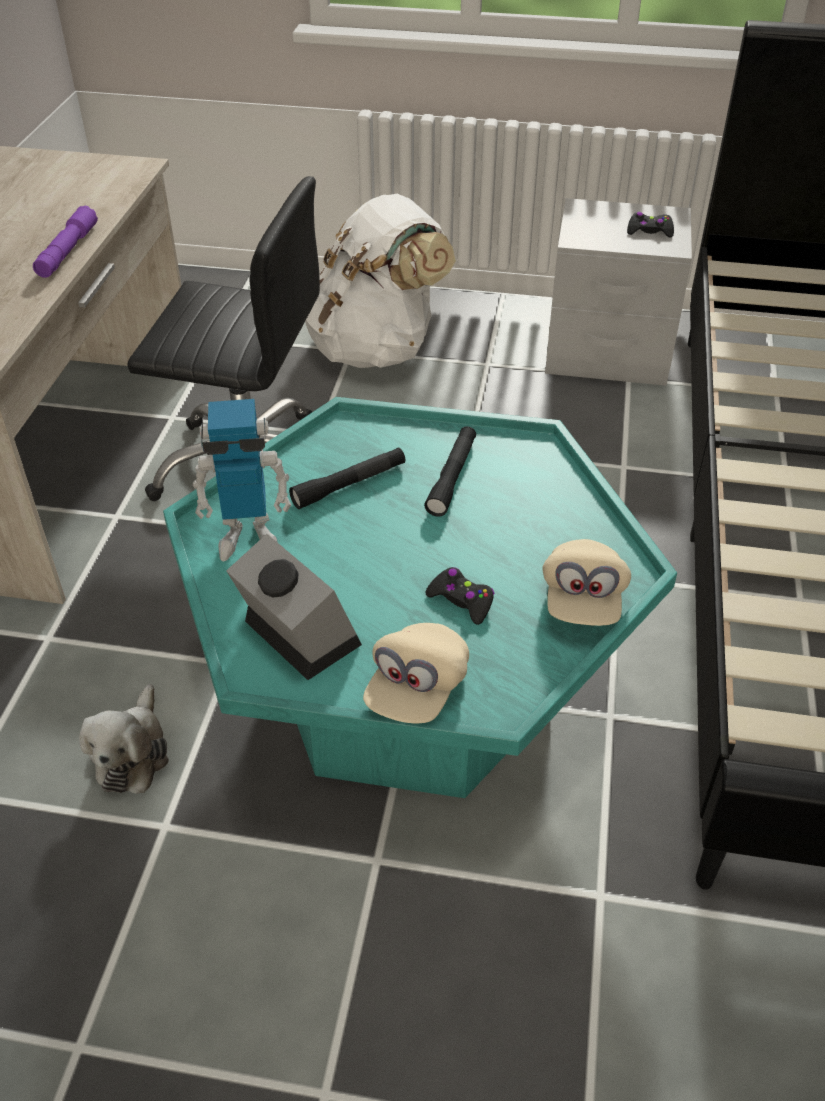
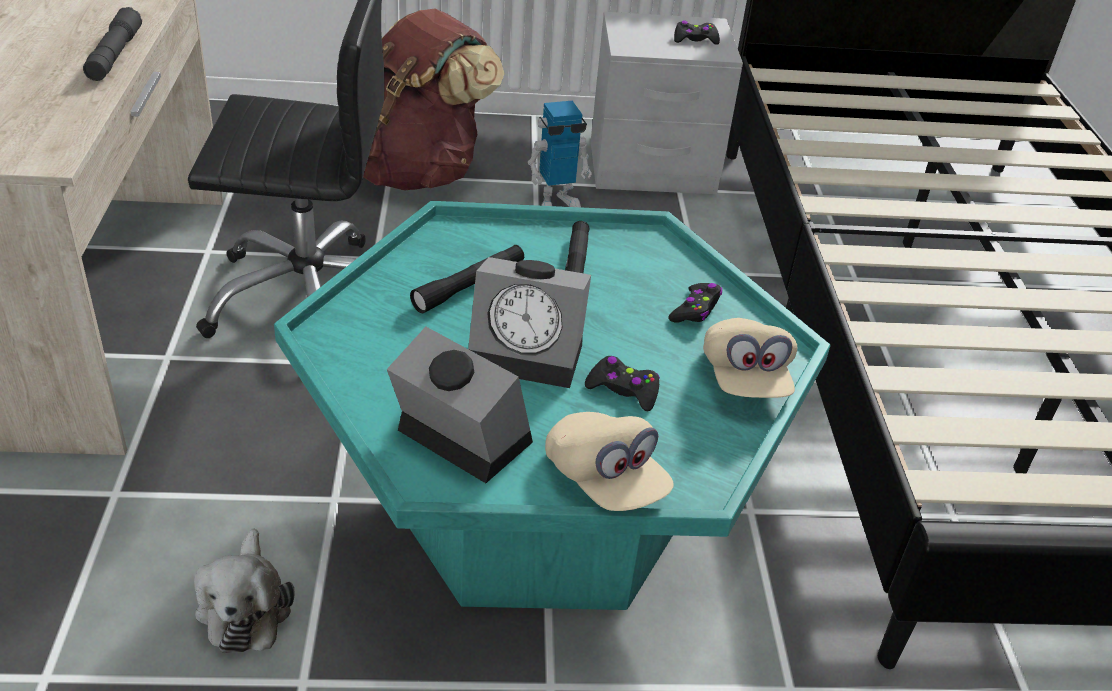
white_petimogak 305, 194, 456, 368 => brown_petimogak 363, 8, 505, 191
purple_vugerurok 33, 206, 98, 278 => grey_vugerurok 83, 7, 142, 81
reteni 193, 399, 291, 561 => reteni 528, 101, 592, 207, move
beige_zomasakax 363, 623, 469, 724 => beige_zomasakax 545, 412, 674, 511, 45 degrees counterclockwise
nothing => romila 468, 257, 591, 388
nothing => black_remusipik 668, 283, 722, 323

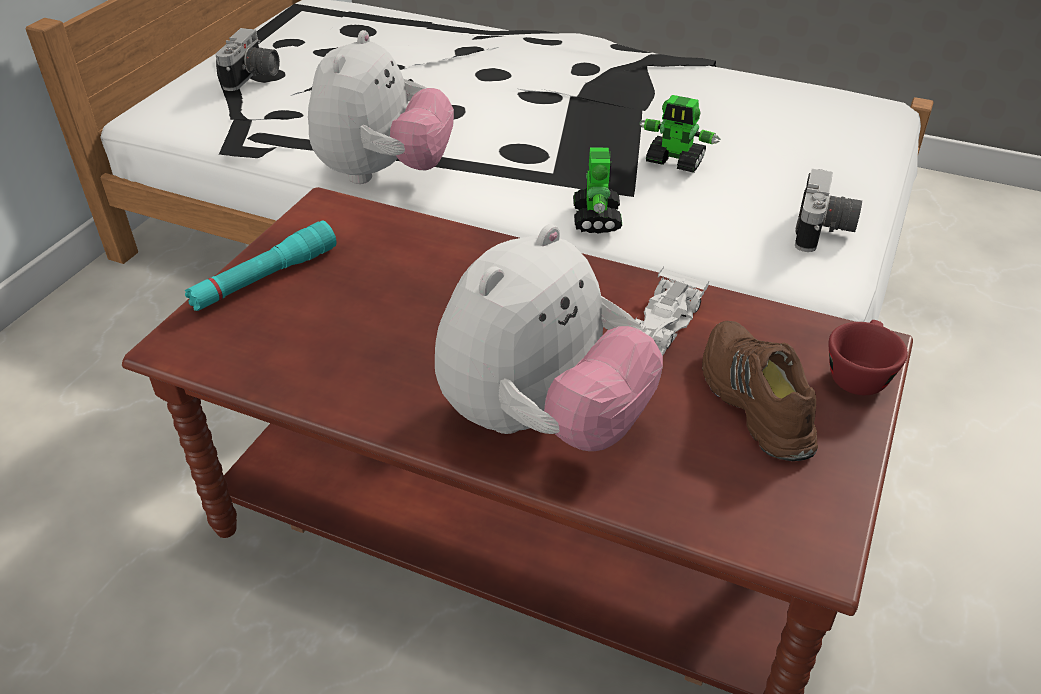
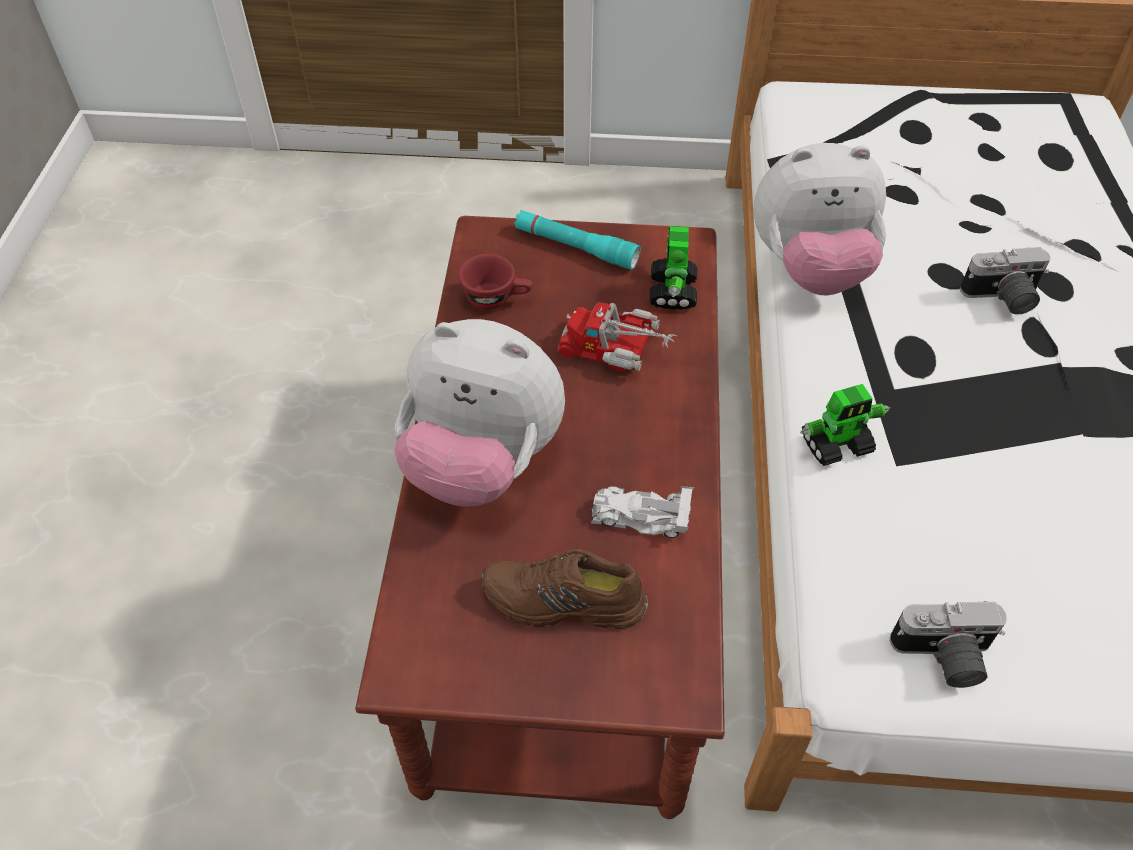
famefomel 215, 28, 280, 91 => famefomel 960, 247, 1050, 314, move
reteni 639, 95, 720, 173 => reteni 649, 226, 697, 310, move
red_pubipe 828, 320, 908, 395 => red_pubipe 458, 254, 533, 310, move
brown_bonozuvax 702, 321, 818, 461 => brown_bonozuvax 481, 549, 648, 629, 135 degrees counterclockwise
nothing => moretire 558, 303, 677, 372

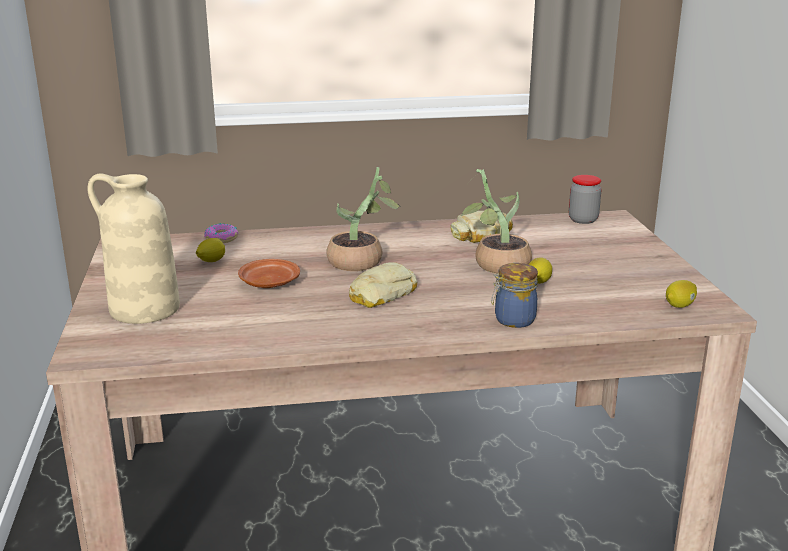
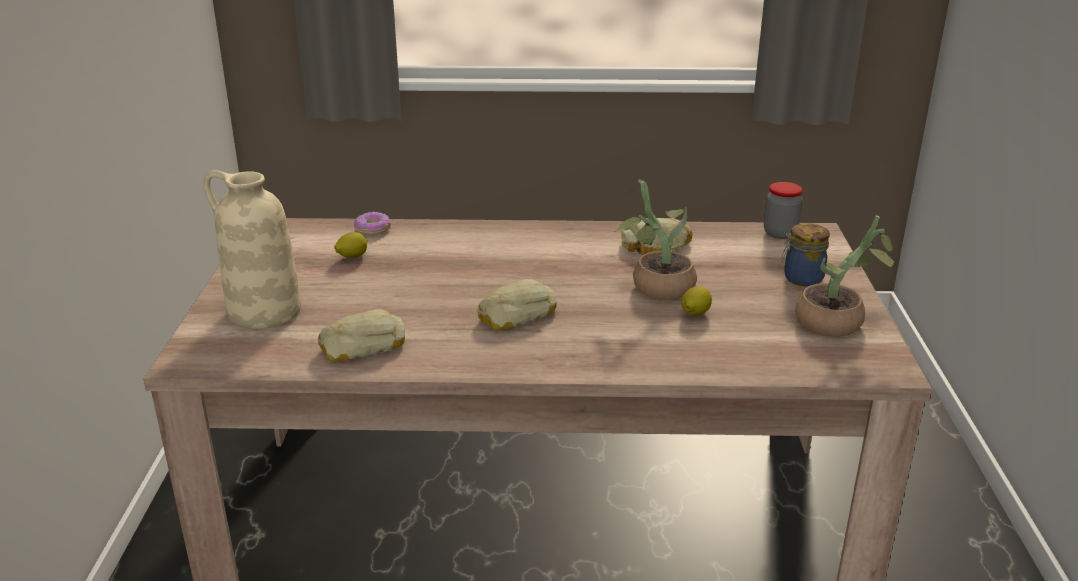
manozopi 326, 167, 400, 271 => manozopi 795, 215, 896, 337, move
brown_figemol 238, 259, 300, 288 => nothing
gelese 491, 263, 538, 328 => gelese 781, 223, 830, 287, move
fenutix 666, 280, 697, 308 => nothing
nothing => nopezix 318, 309, 405, 362

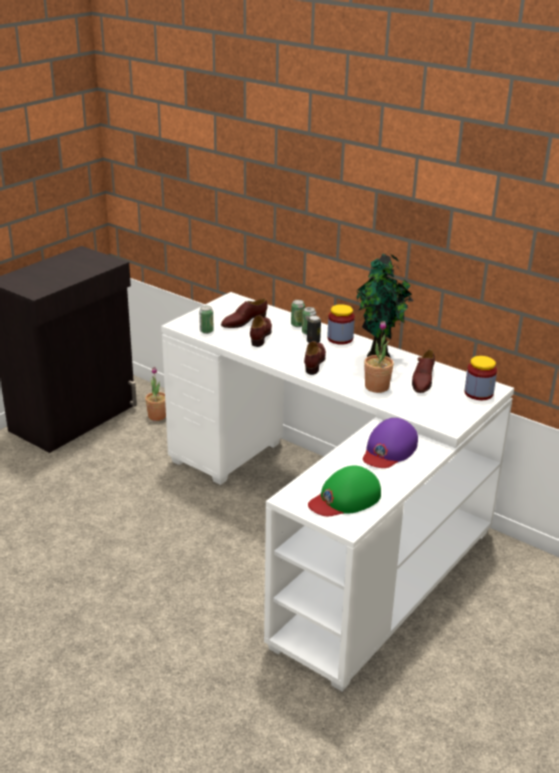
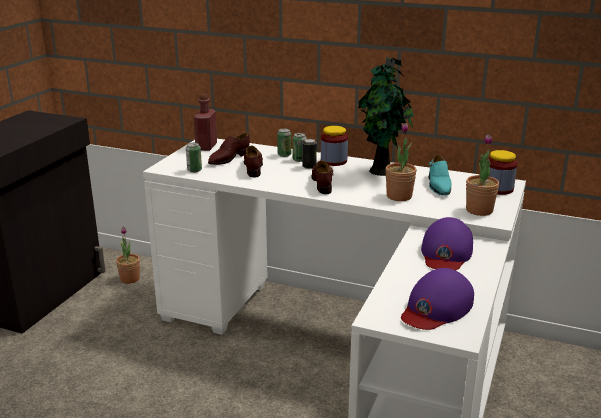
brown_bonozuvax 412, 349, 435, 393 => turquoise_bonozuvax 428, 154, 451, 195
green_zomasakax 308, 466, 381, 516 => purple_zomasakax 401, 268, 474, 330
nothing => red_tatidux 193, 94, 217, 151
nothing => manozopi 466, 134, 499, 216

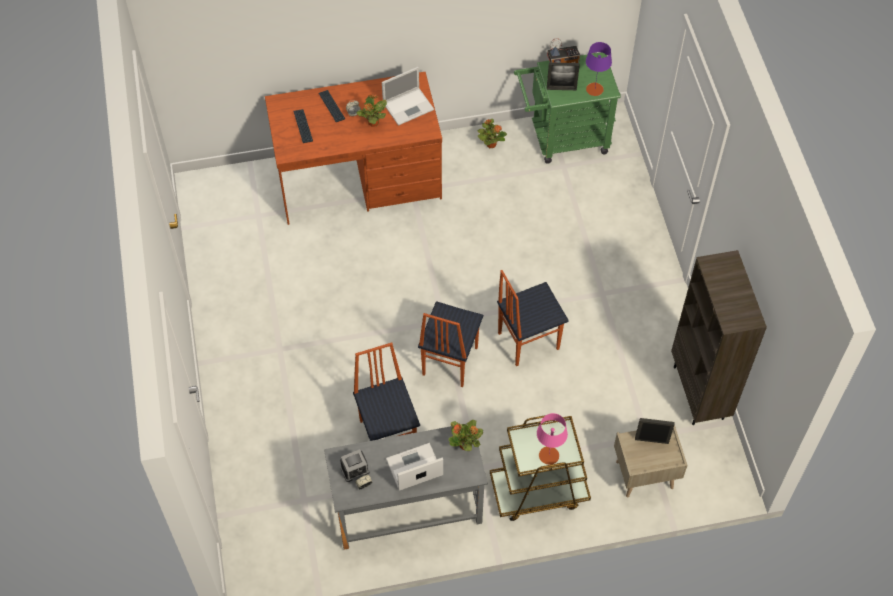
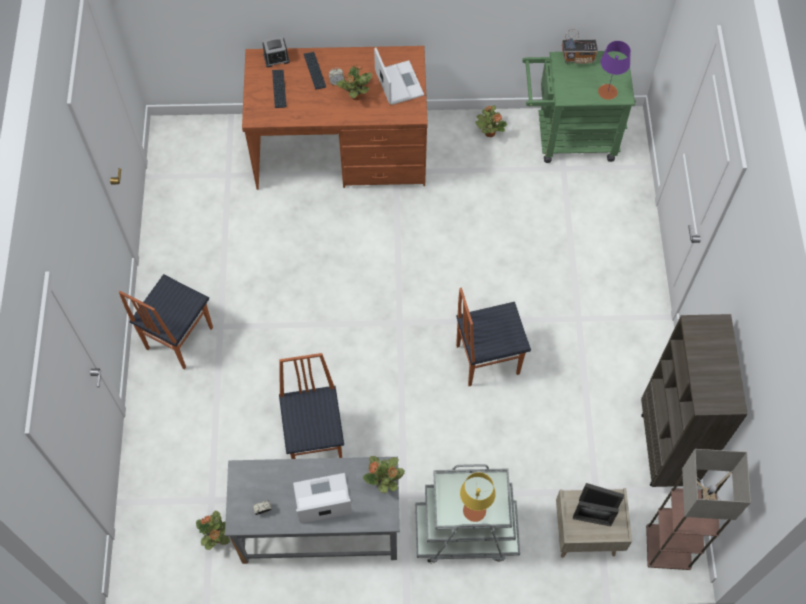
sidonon 547, 62, 580, 90 => sidonon 573, 501, 619, 526, move
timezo 382, 67, 434, 126 => timezo 374, 48, 424, 105, 90 degrees counterclockwise
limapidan 418, 301, 483, 387 => limapidan 119, 274, 213, 369, move
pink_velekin 537, 413, 568, 465 => yellow_velekin 460, 472, 496, 522
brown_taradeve 490, 415, 591, 521 => grey_taradeve 415, 464, 520, 563
romila 340, 449, 370, 482 => romila 263, 37, 290, 67, move
nothing => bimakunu 646, 449, 751, 570
nothing => manozopi 196, 511, 230, 550

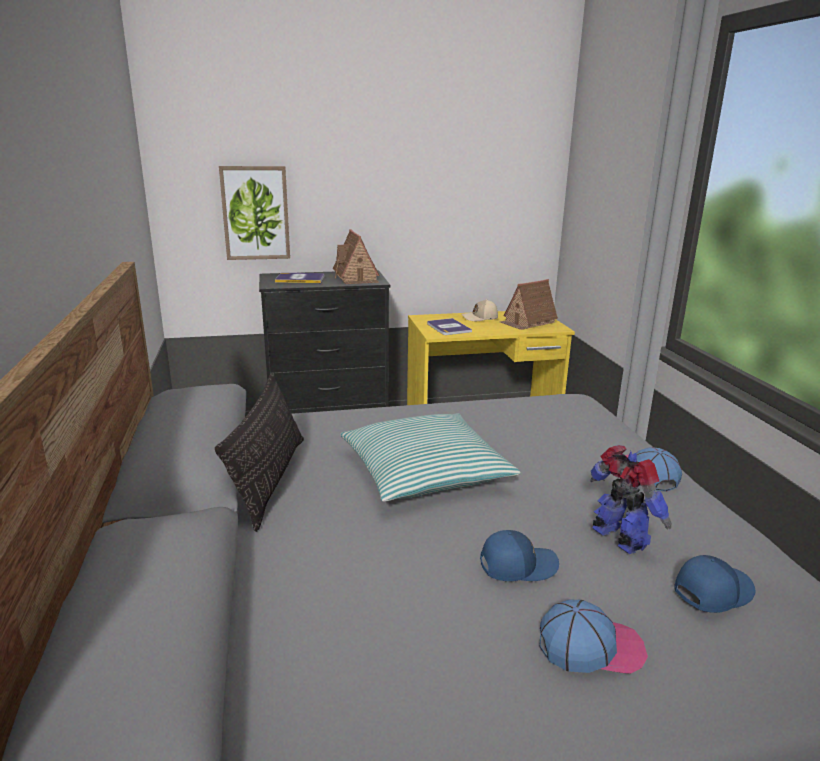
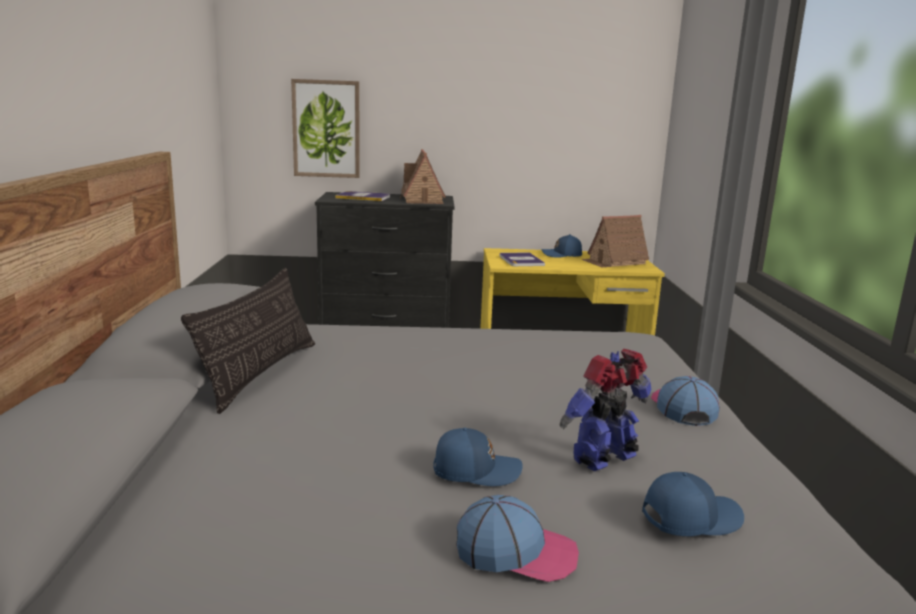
beige_zomasakax 462, 299, 498, 321 => blue_zomasakax 542, 234, 582, 258
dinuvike 340, 413, 521, 502 => nothing
reteni 591, 445, 671, 554 => reteni 560, 349, 651, 471, 105 degrees counterclockwise

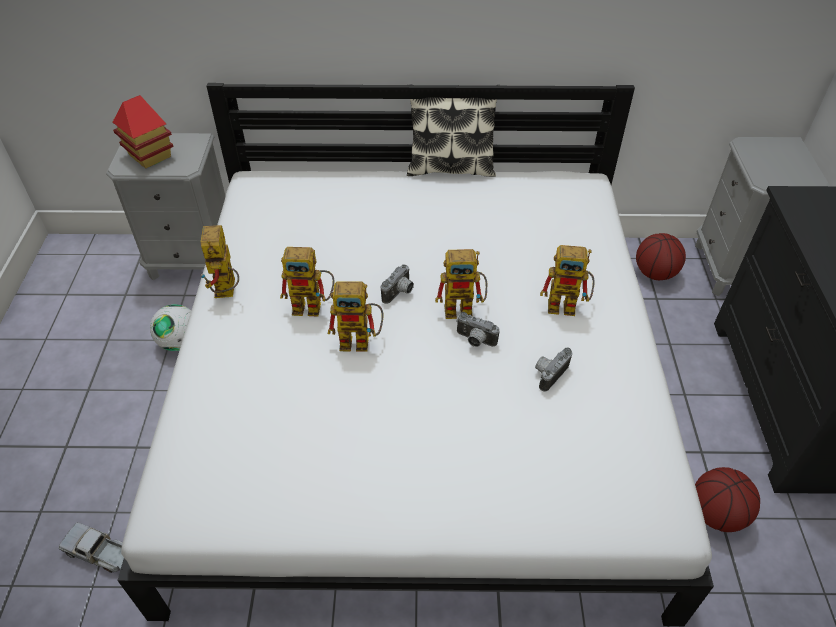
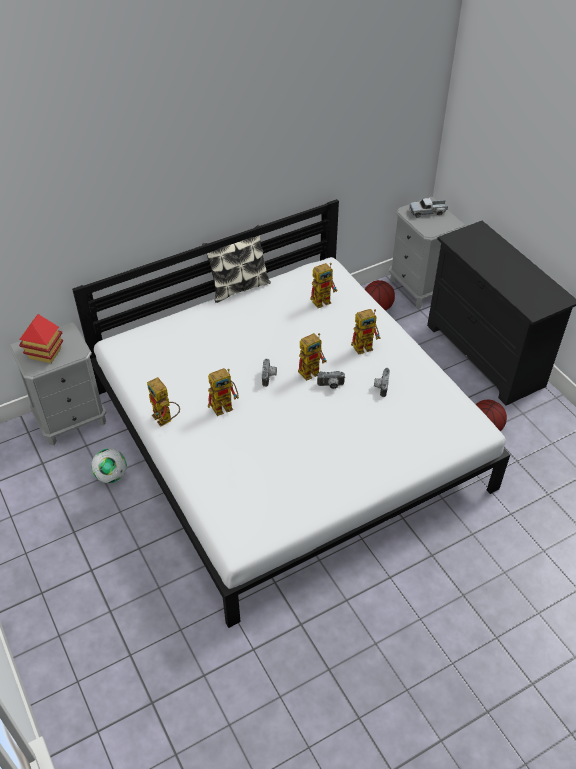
reteni 328, 281, 384, 352 => reteni 310, 263, 338, 308, move
moretire 59, 523, 124, 573 => moretire 409, 198, 448, 218, move

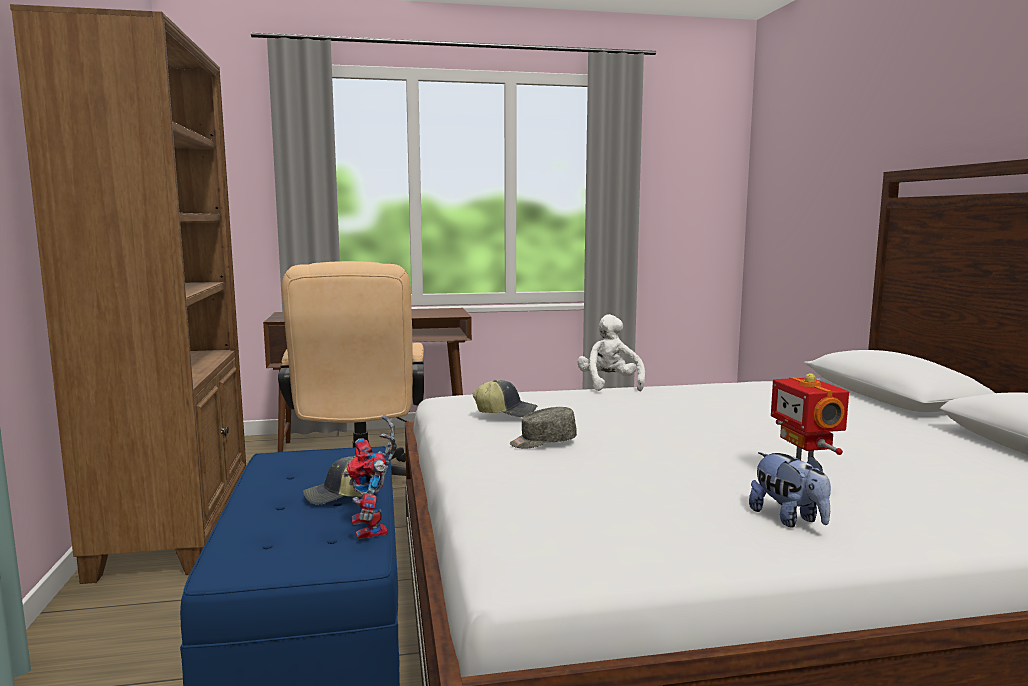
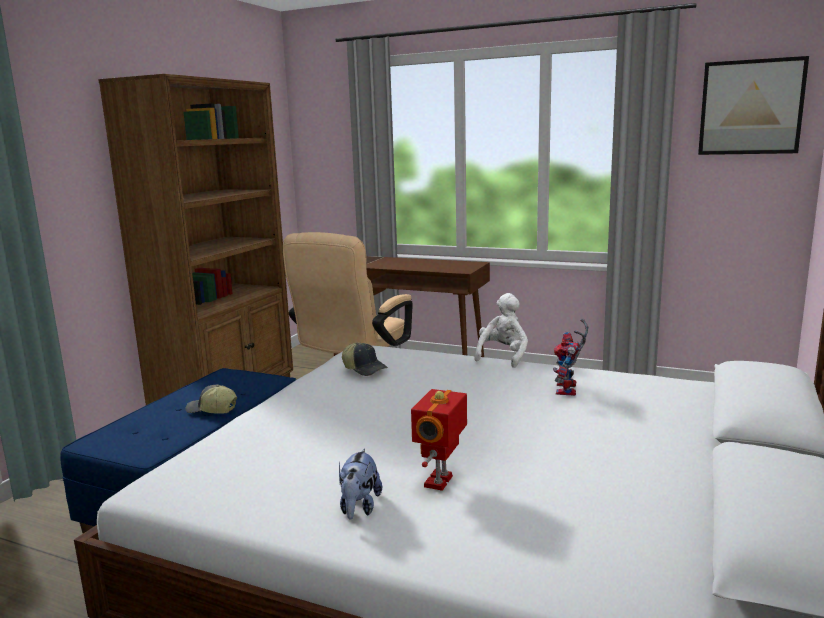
grey_zomasakax 510, 407, 577, 449 => nothing
reteni 343, 415, 397, 539 => reteni 553, 319, 588, 396, move
nothing => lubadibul 698, 56, 809, 155

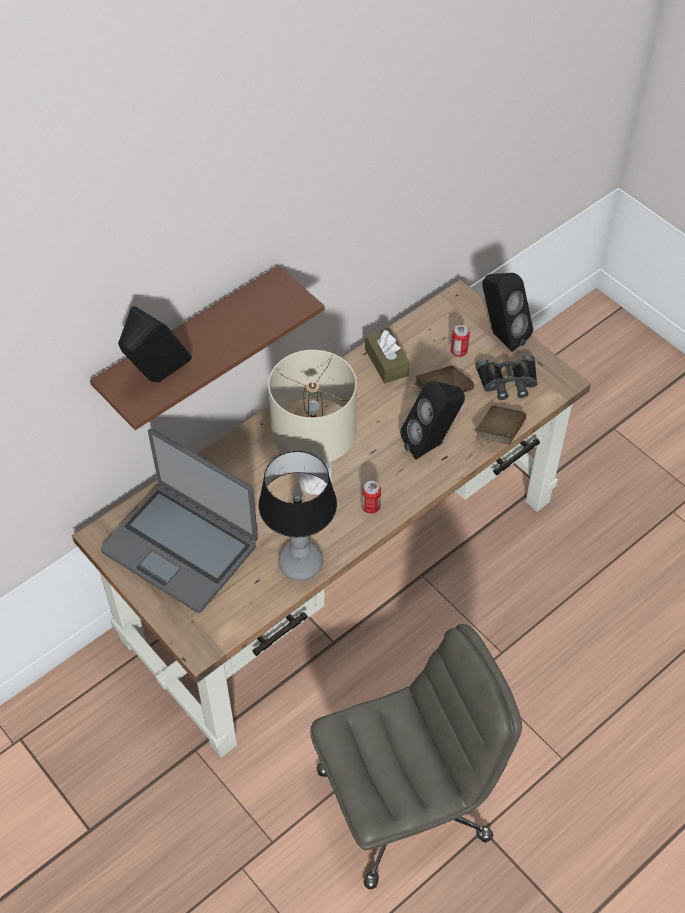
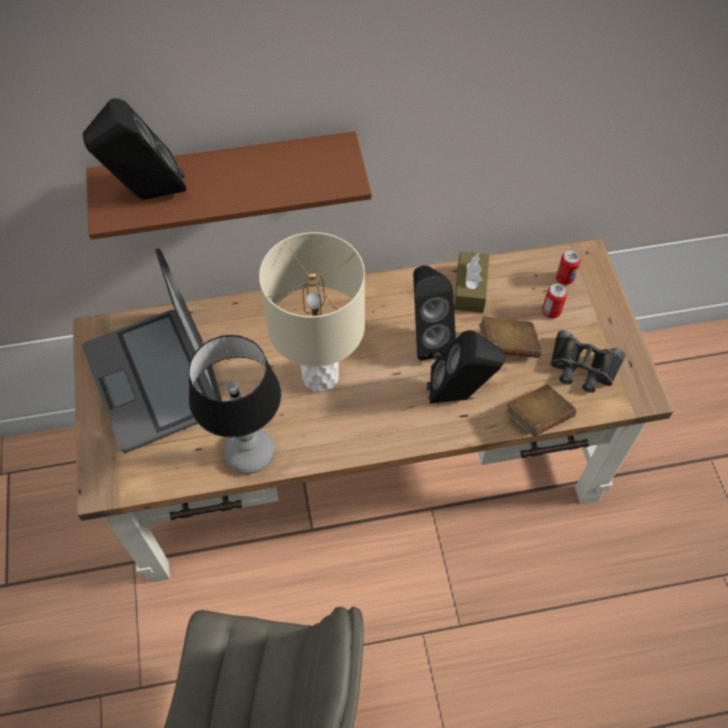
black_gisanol 482, 273, 533, 352 => black_gisanol 413, 266, 456, 360, move
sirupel 362, 481, 381, 514 => sirupel 556, 250, 581, 285, move

